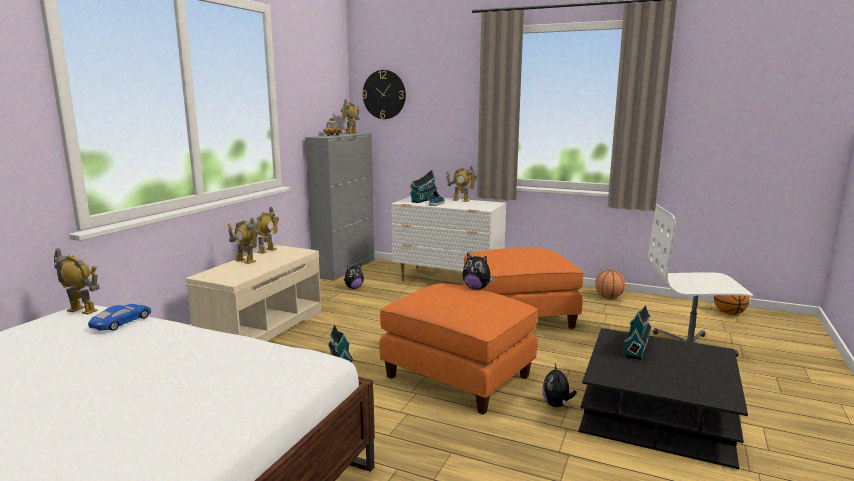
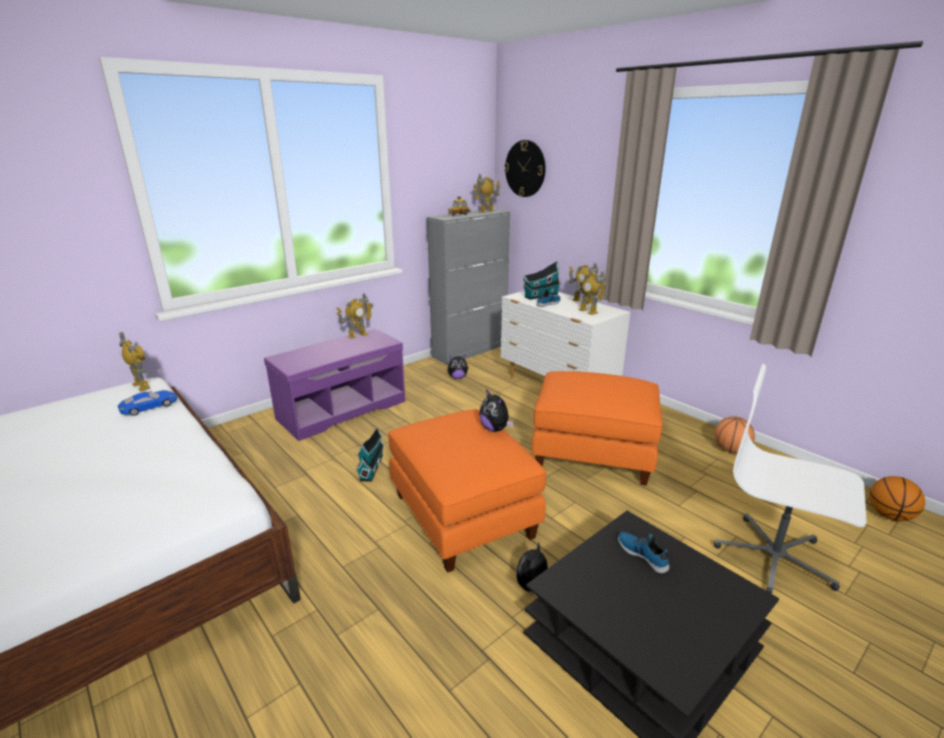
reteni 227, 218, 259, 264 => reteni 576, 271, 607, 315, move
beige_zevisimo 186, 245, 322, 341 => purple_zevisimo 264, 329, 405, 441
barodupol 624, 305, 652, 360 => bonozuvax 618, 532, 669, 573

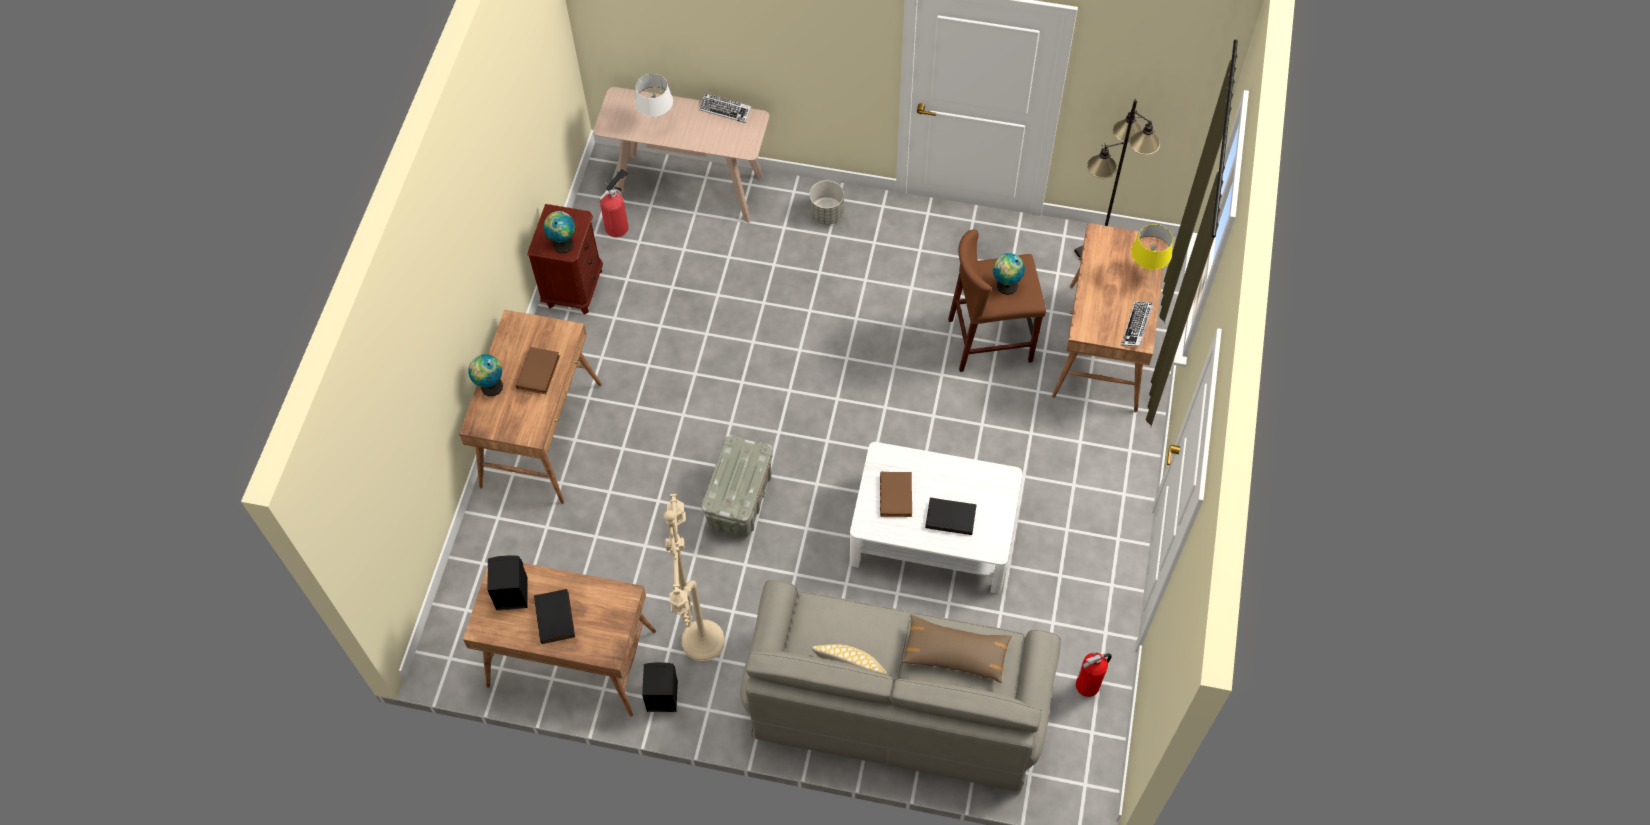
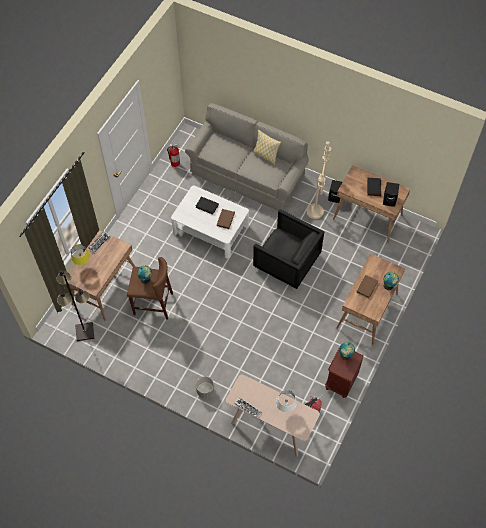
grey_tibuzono 701, 435, 773, 537 => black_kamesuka 253, 209, 324, 289
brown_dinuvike 901, 615, 1012, 683 => nothing

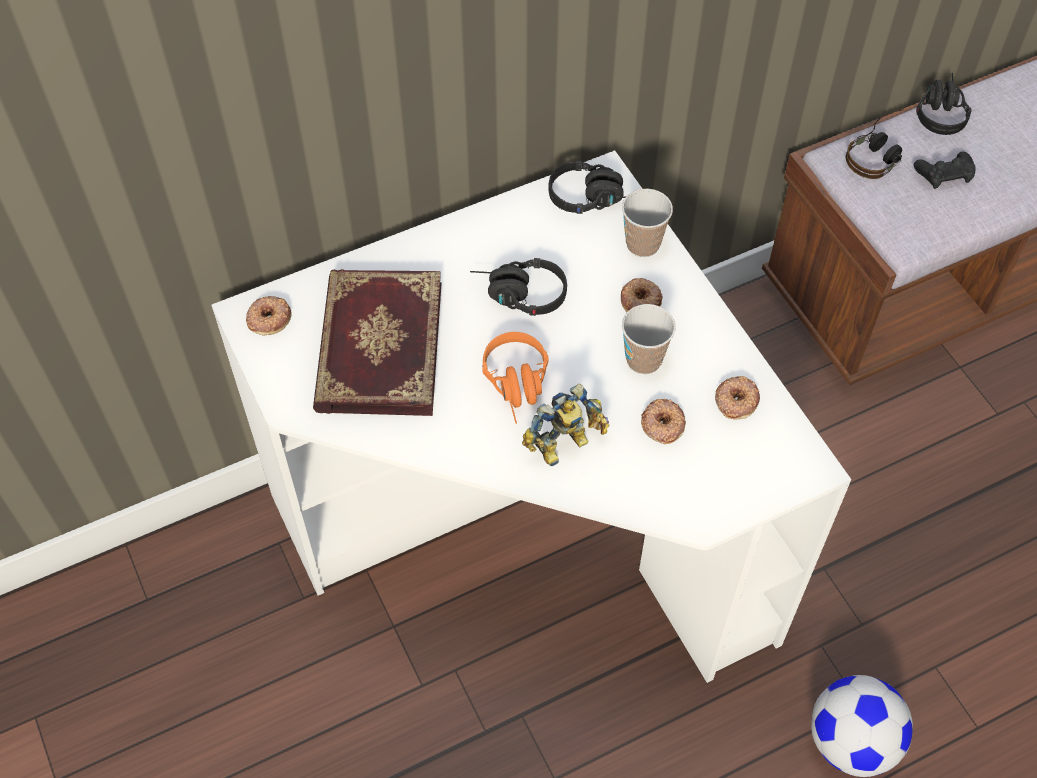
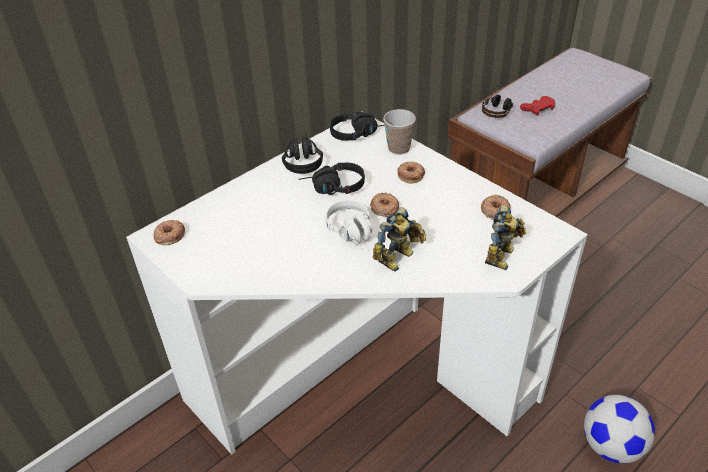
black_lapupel 916, 73, 972, 135 => black_lapupel 282, 133, 323, 174, move
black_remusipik 914, 151, 976, 189 => red_remusipik 520, 96, 555, 116
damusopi 313, 269, 442, 416 => nothing
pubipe 622, 304, 676, 374 => nothing
orange_lapupel 482, 332, 549, 424 => white_lapupel 325, 200, 372, 250
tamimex 641, 399, 686, 444 => tamimex 370, 192, 399, 217, move
nothing => reteni 485, 205, 526, 270

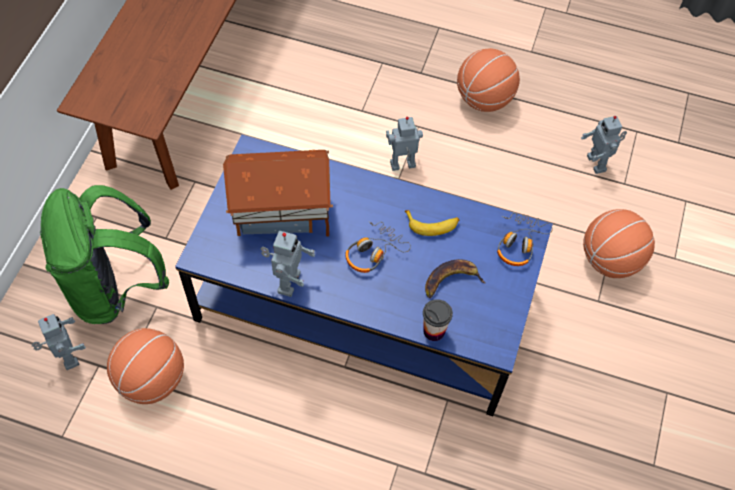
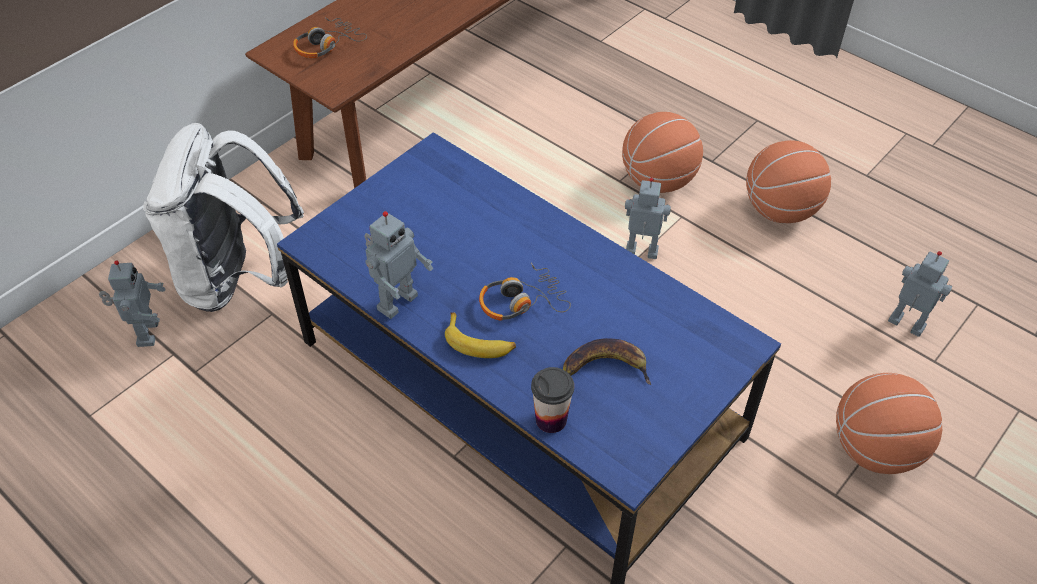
reteni 581, 116, 627, 174 => reteni 888, 251, 952, 337, 120 degrees clockwise
barodupol 223, 150, 333, 236 => nothing
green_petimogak 40, 185, 169, 324 => white_petimogak 143, 123, 304, 312
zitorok 405, 210, 459, 236 => zitorok 445, 312, 516, 358, move
lapupel 497, 213, 552, 266 => lapupel 293, 18, 367, 58, move
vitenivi 107, 328, 184, 404 => vitenivi 622, 112, 703, 193, move

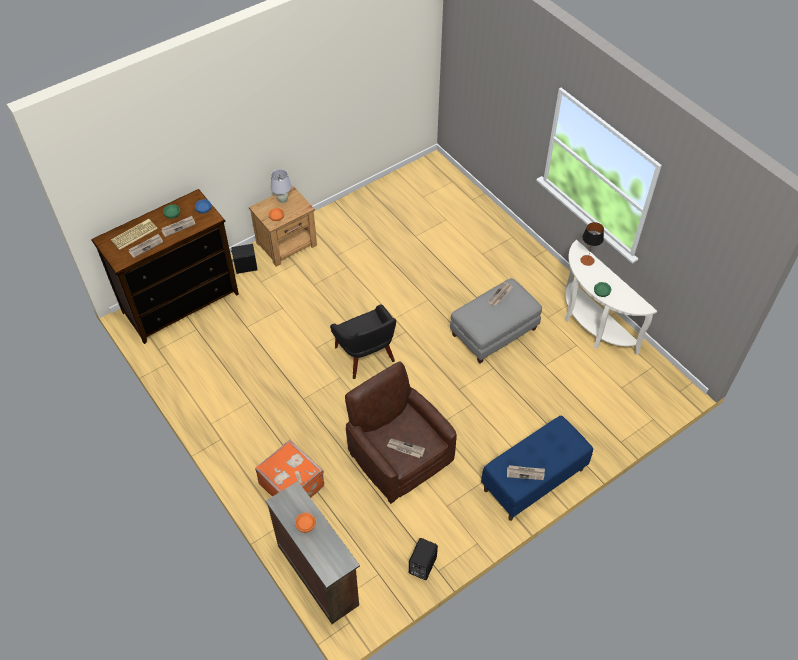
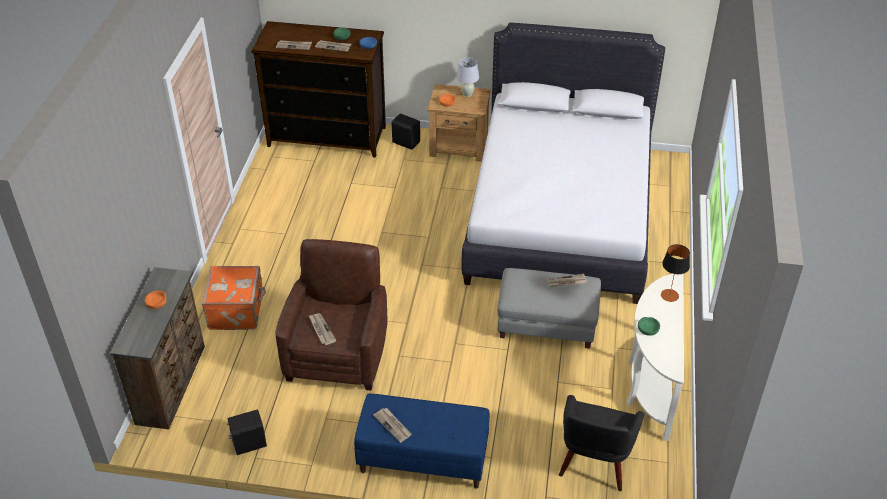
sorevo 111, 219, 158, 250 => nothing
black_kamesuka 330, 305, 396, 379 => black_kamesuka 559, 395, 644, 491, move
nothing => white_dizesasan 462, 22, 665, 304

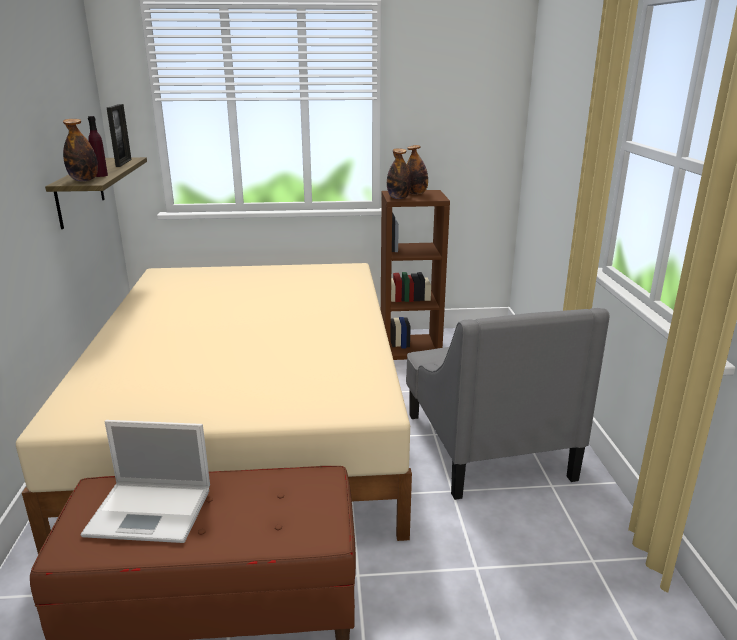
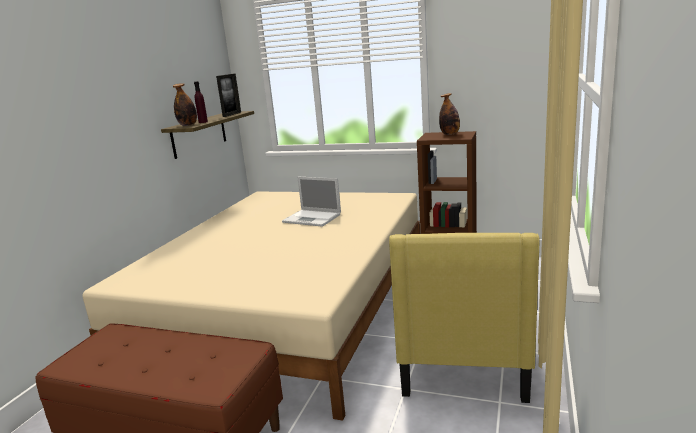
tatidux 387, 148, 411, 199 => nothing
grey_kamesuka 406, 308, 610, 500 => yellow_kamesuka 389, 233, 540, 403
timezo 80, 420, 210, 543 => timezo 282, 177, 341, 227, move

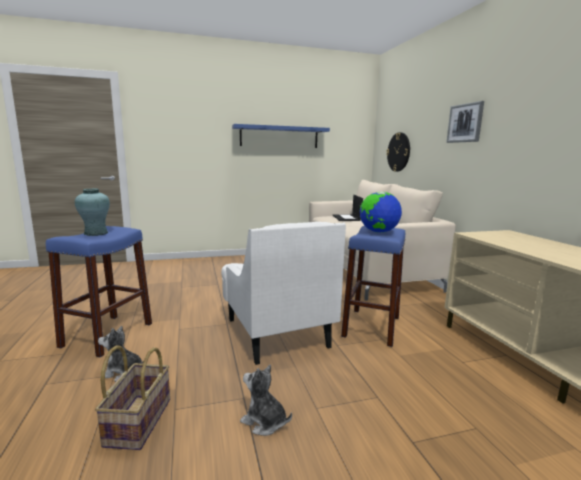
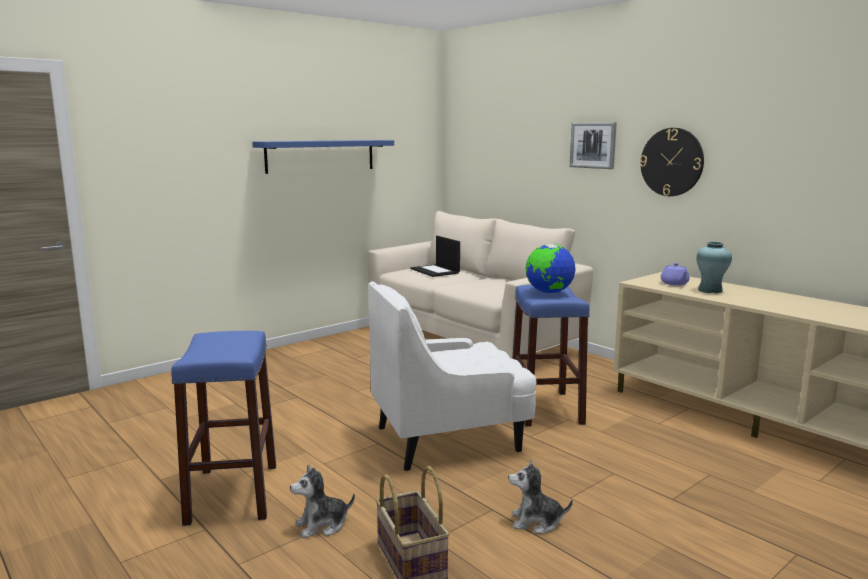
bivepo 386, 132, 410, 172 => bivepo 640, 128, 704, 196, move
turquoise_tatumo 75, 188, 110, 236 => turquoise_tatumo 696, 242, 732, 293, move
white_kamesuka 221, 222, 346, 365 => white_kamesuka 368, 282, 537, 471, 120 degrees clockwise
nothing => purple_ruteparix 661, 263, 689, 286

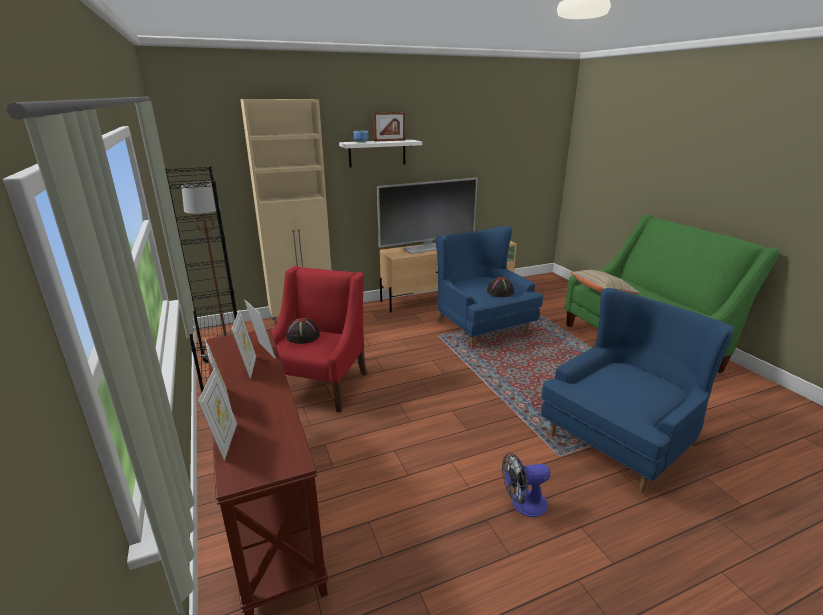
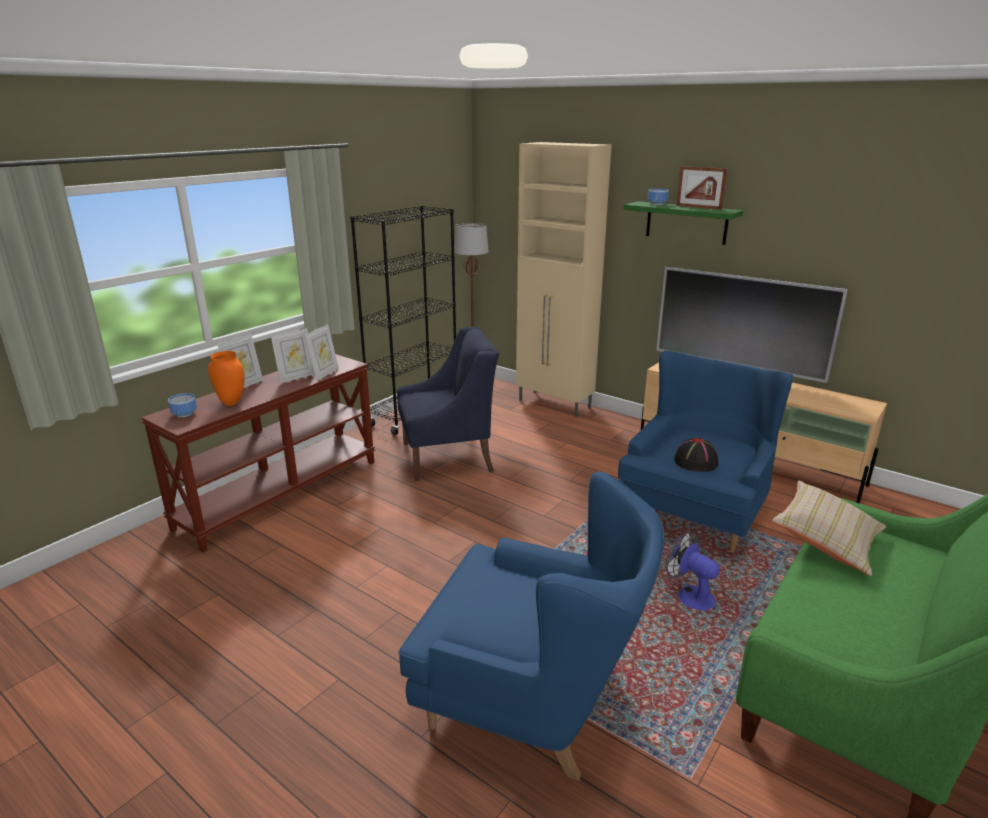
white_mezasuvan 339, 140, 422, 168 => green_mezasuvan 623, 201, 743, 245
red_kamesuka 272, 266, 367, 412 => blue_kamesuka 397, 327, 499, 481
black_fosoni 286, 318, 320, 344 => nothing
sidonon 198, 368, 237, 460 => nothing
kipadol 502, 452, 550, 517 => kipadol 665, 531, 720, 610, move
nothing => orange_tatumo 208, 351, 245, 406
nothing => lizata 168, 393, 197, 417

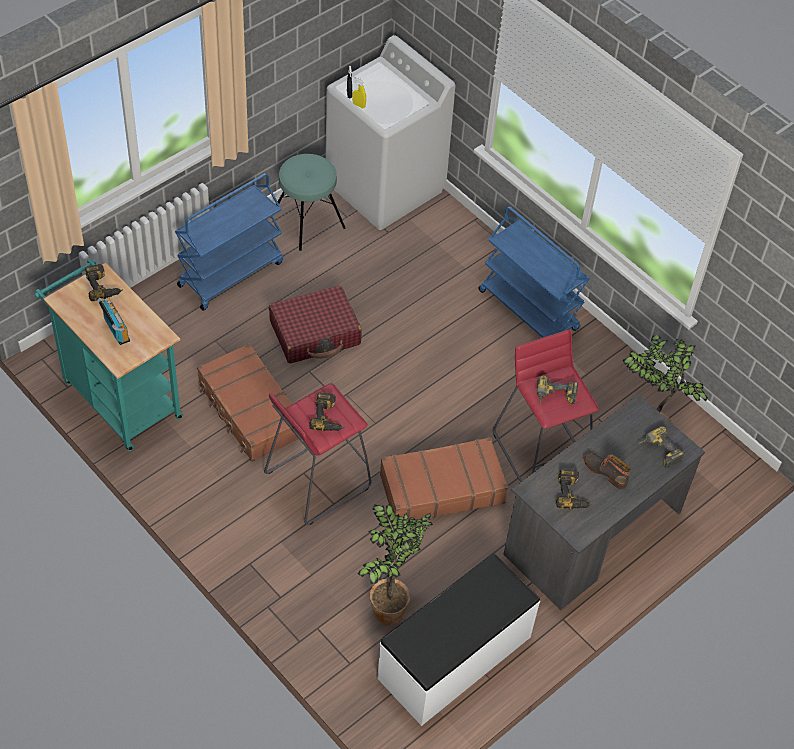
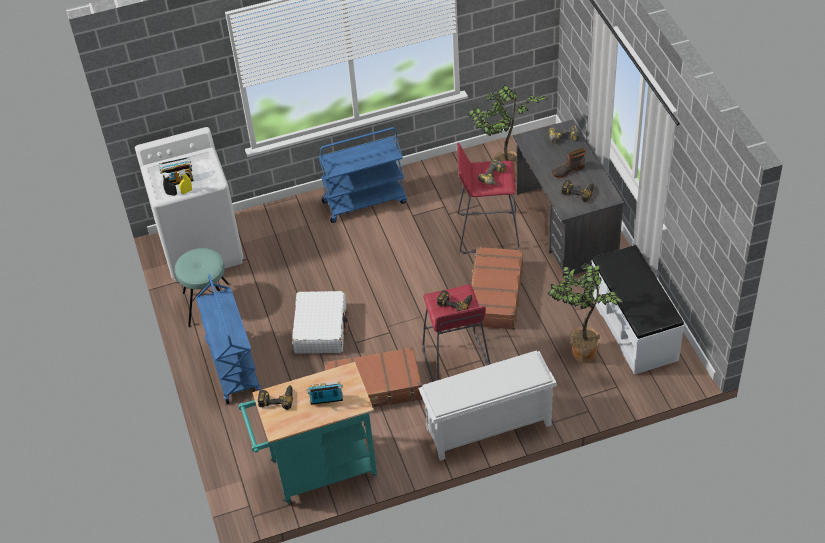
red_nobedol 269, 285, 362, 364 => white_nobedol 292, 291, 349, 353
nothing => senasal 159, 157, 194, 185
nothing => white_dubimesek 418, 350, 557, 461

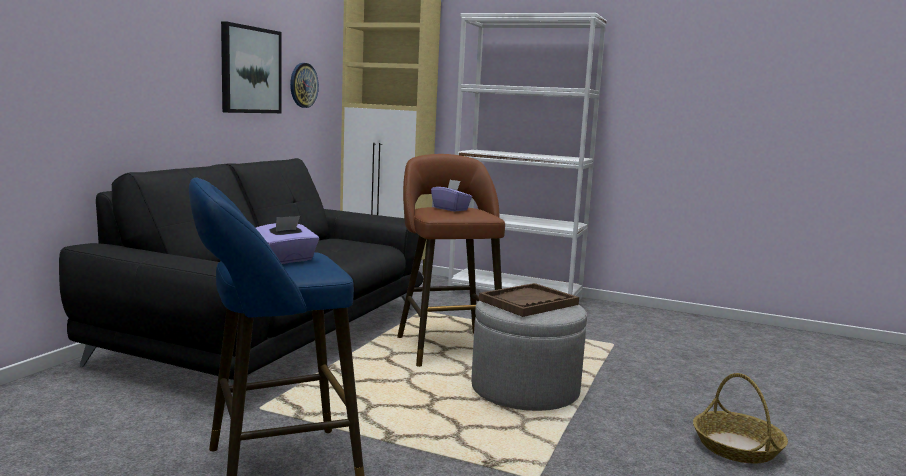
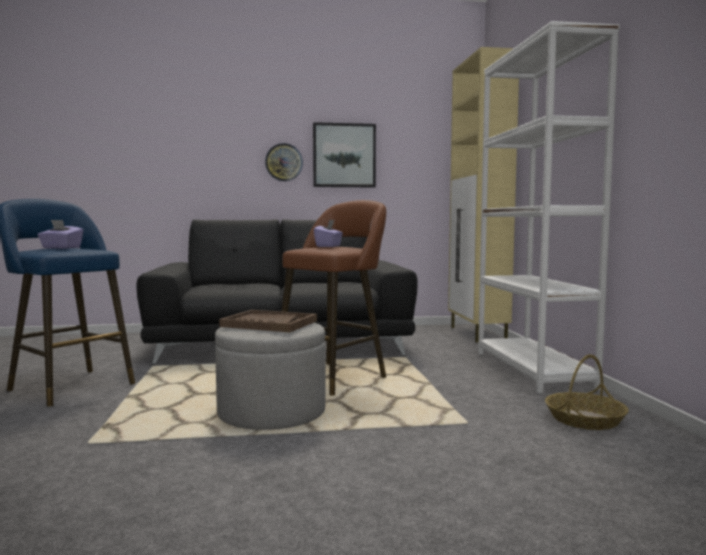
bivepo 290, 63, 319, 108 => bivepo 265, 143, 303, 181, move
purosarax 693, 373, 788, 463 => purosarax 545, 354, 629, 430, move

